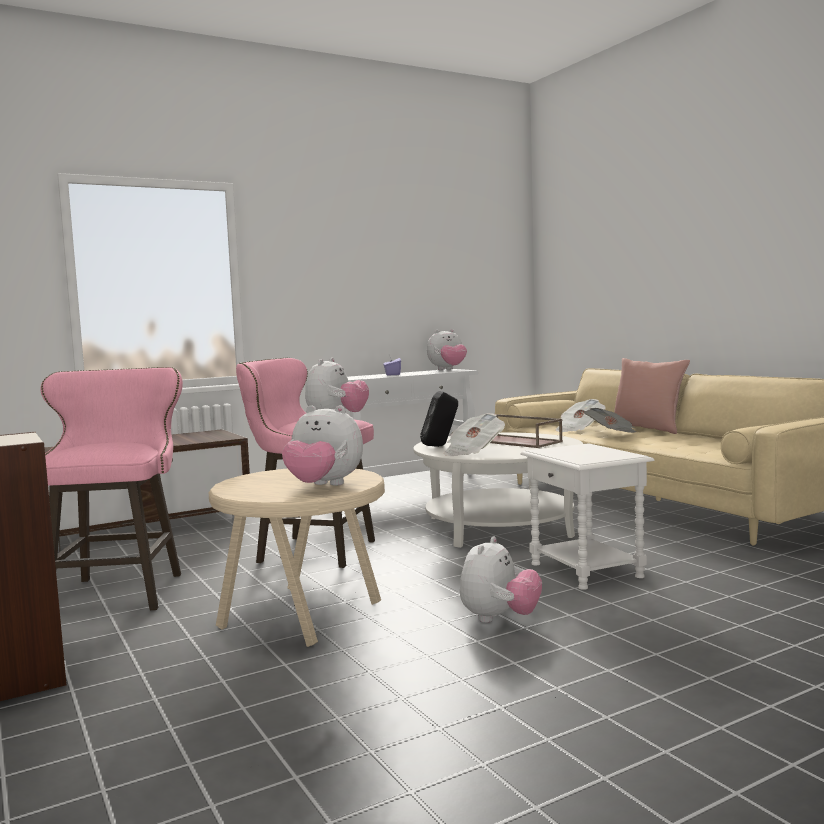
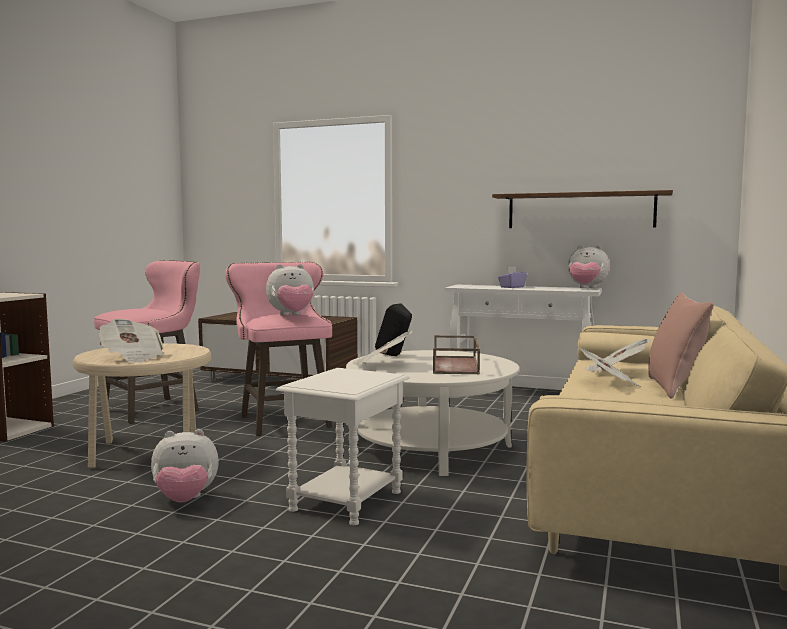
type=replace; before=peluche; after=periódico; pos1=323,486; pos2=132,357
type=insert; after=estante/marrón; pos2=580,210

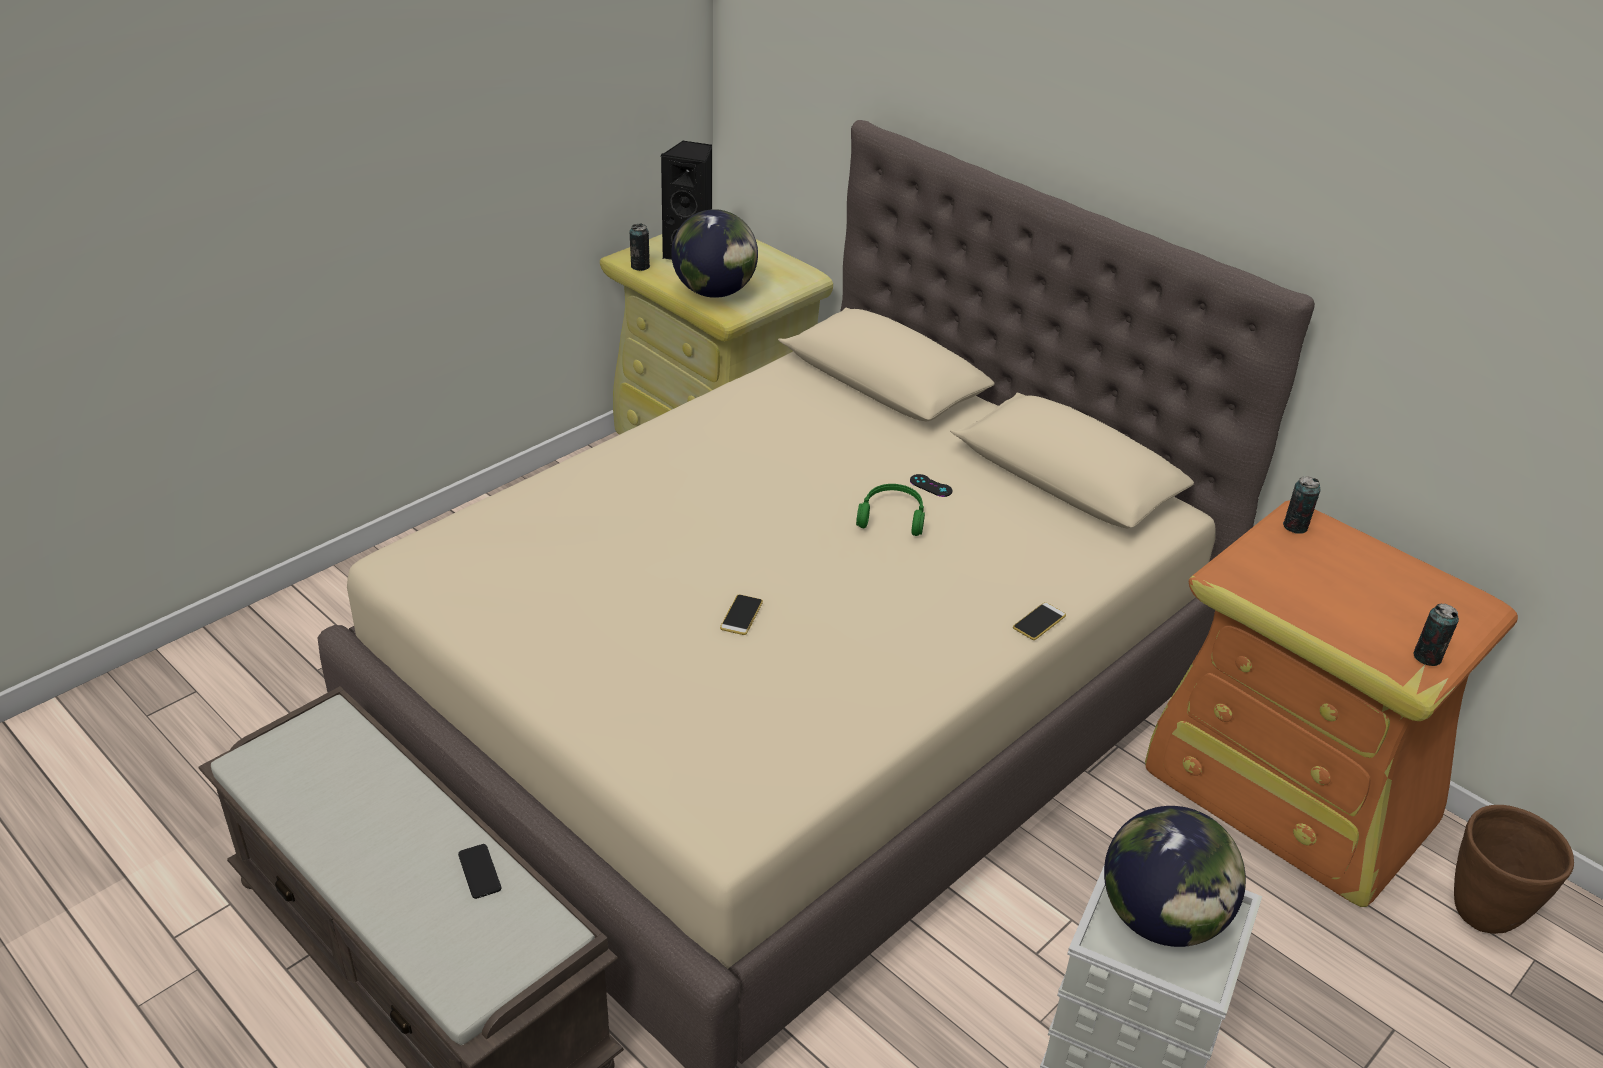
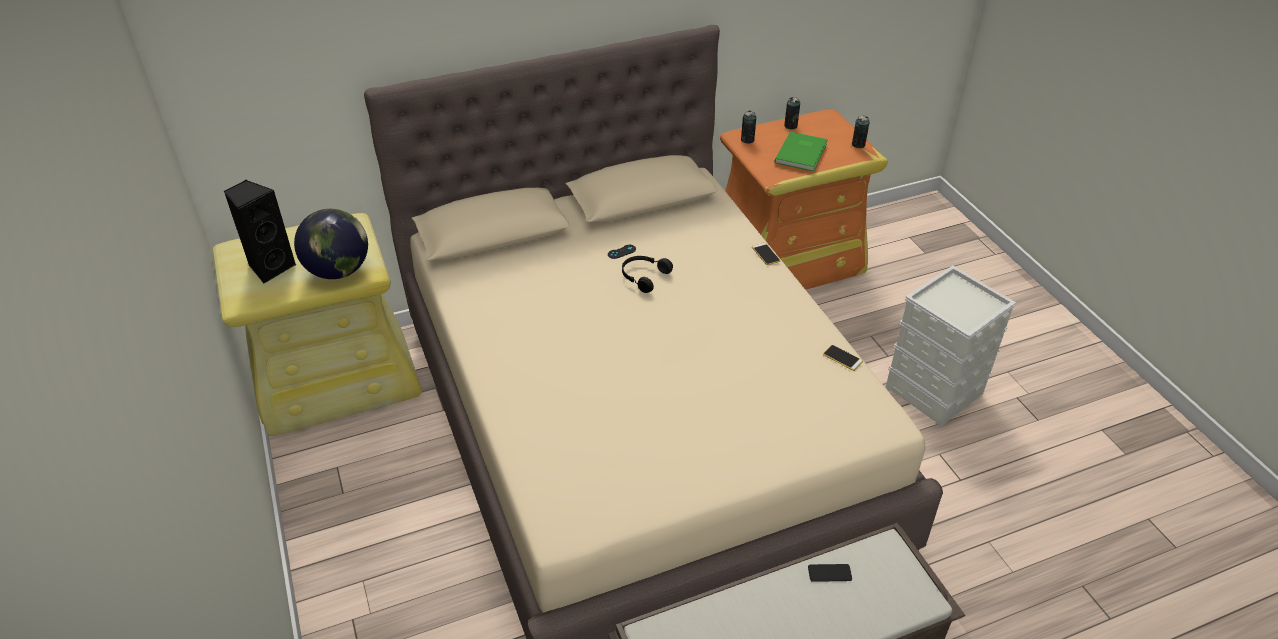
type=move; before=lata; pos1=640,266; pos2=790,126
type=move; before=móvil; pos1=741,615; pos2=842,358
type=recolor; before=auriculares/verde; after=auriculares/negro; pos1=892,516; pos2=643,276
type=delete; before=globo terráqueo; pos1=1161,919
type=delete; before=maceta/marrón; pos1=1485,912
type=insert; after=libro/verde; pos2=802,153

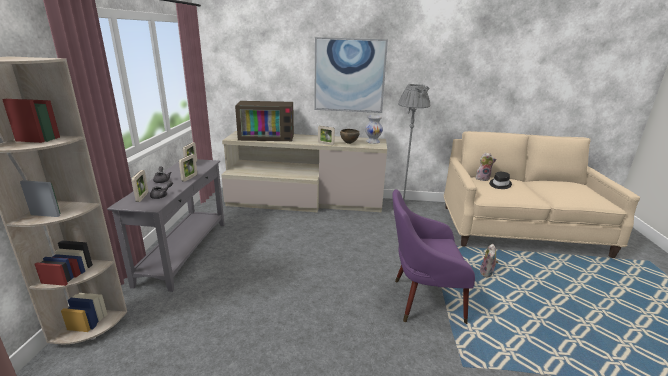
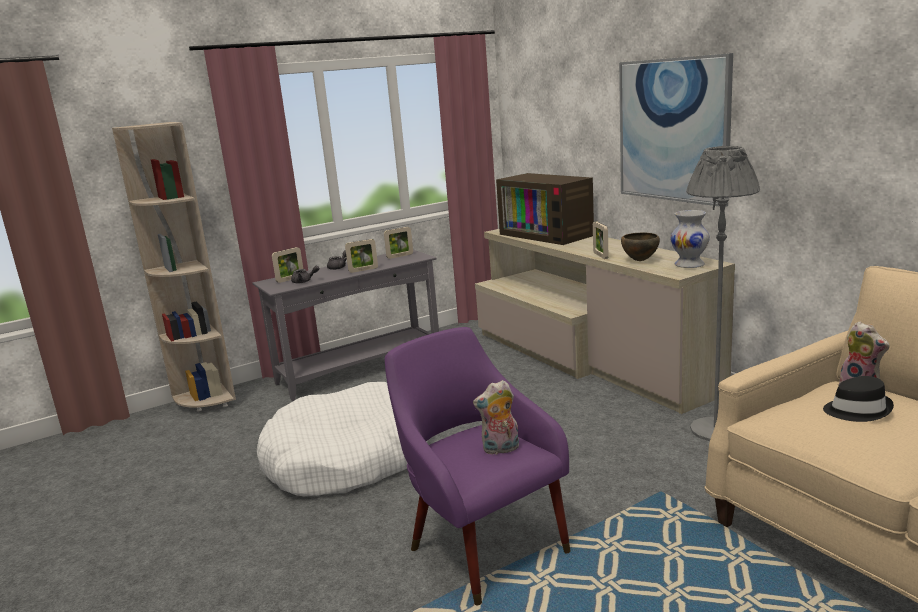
type=move; before=peluche; pos1=487,274; pos2=500,449
type=insert; after=cama para perro/blanco; pos2=347,459

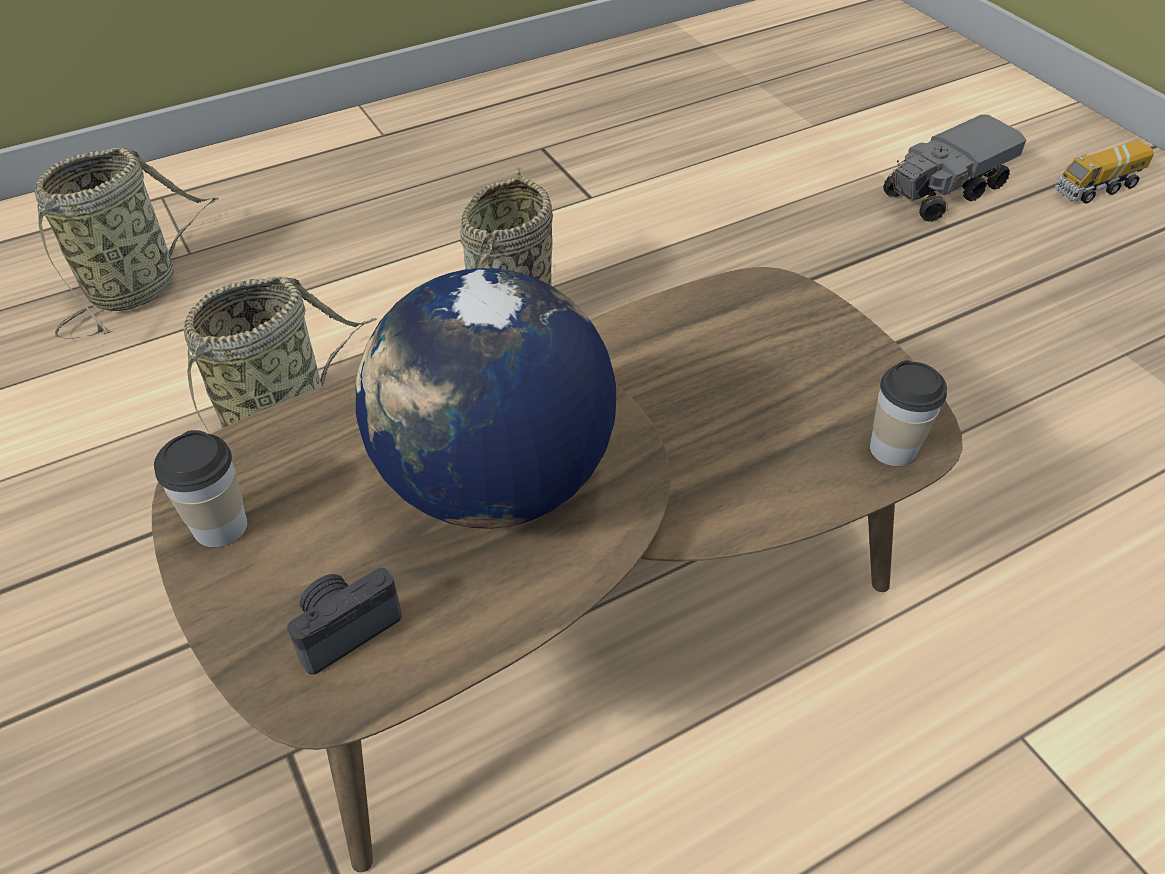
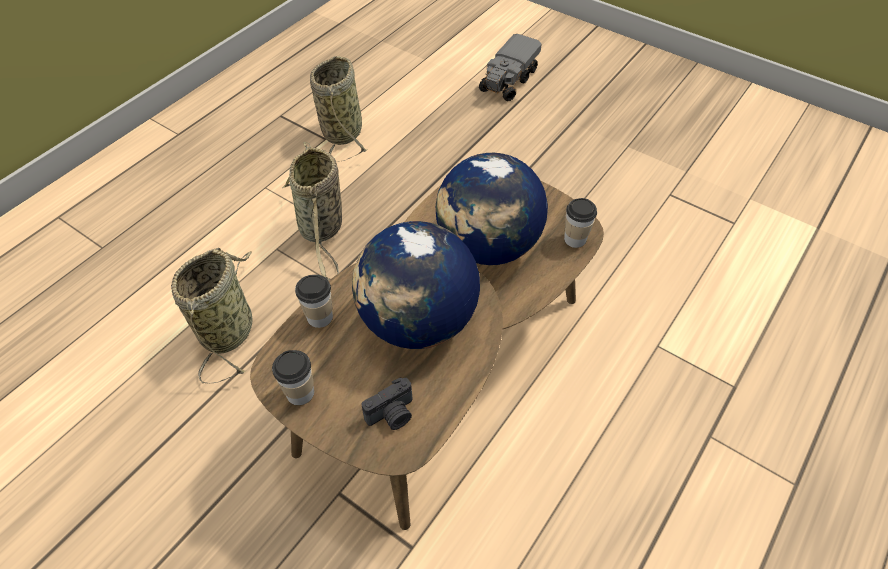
type=move; before=cesta; pos1=138,286; pos2=343,130
type=rotate; before=cámara; pos1=344,628; pos2=392,415; turn=-150
type=delete; before=camión de juguete; pos1=1096,189
type=insert; after=taza; pos2=320,317
type=insert; after=globo terráqueo; pos2=488,246

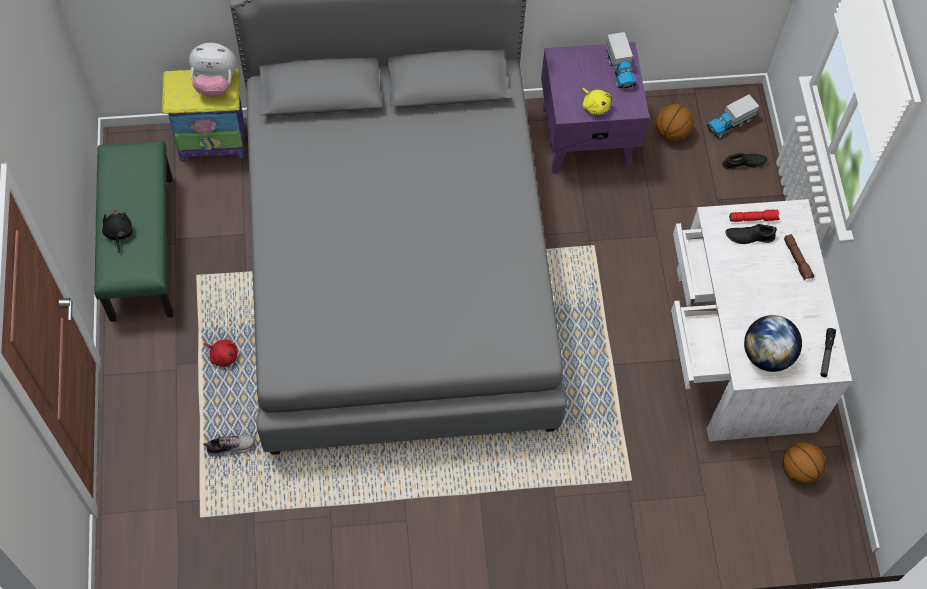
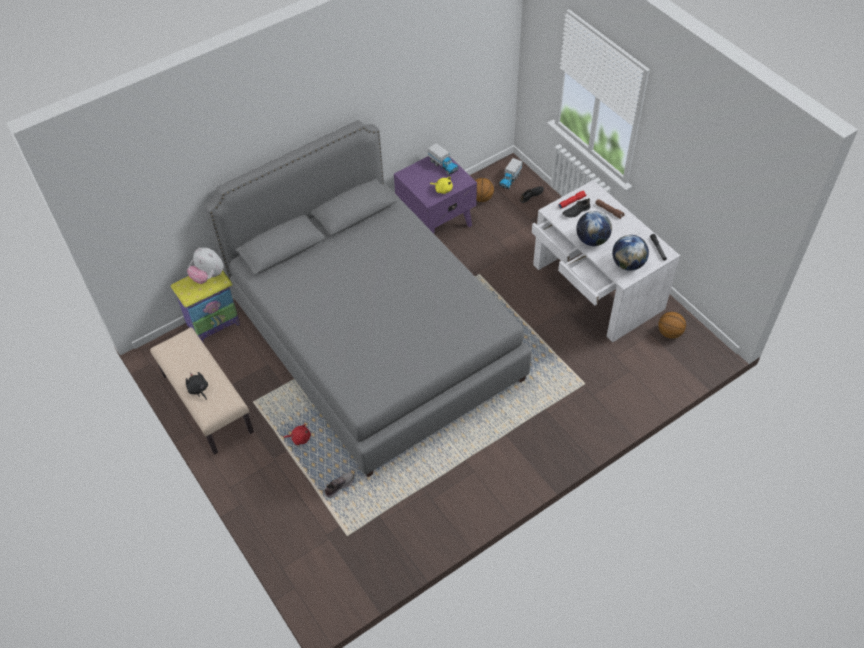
type=recolor; before=banco/verde; after=banco/beis; pos1=141,247; pos2=206,403
type=rotate; before=peluche; pos1=215,83; pos2=208,276; turn=60
type=insert; after=globo terráqueo; pos2=592,240

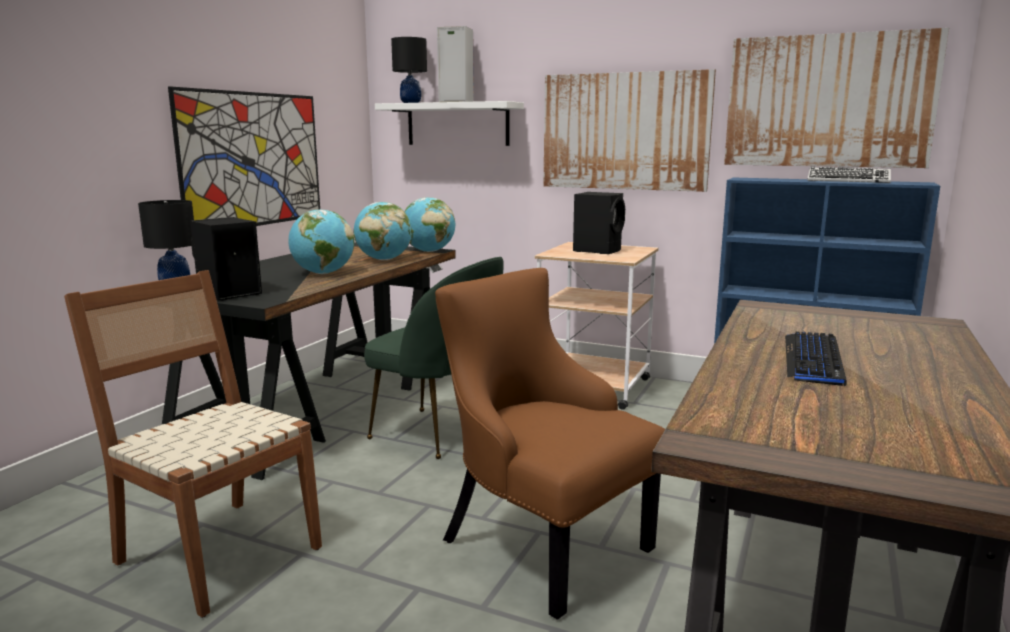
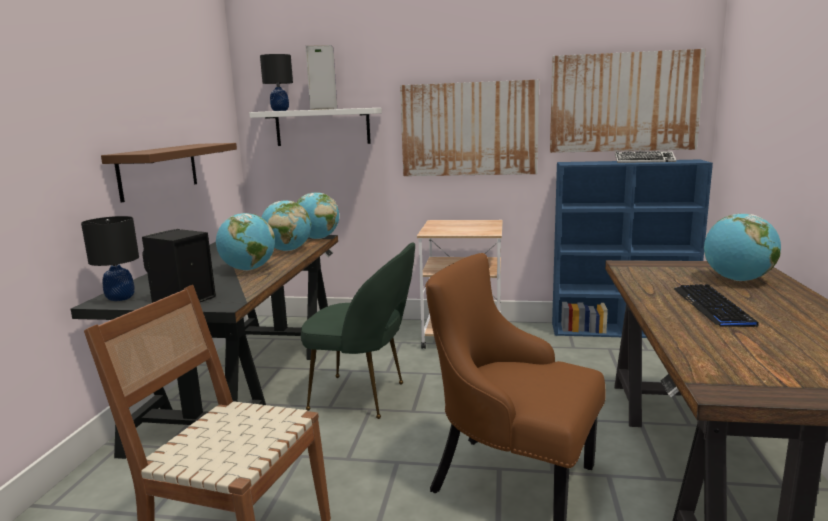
type=replace; before=cuadro; after=estante/marrón; pos1=254,160; pos2=159,170
type=delete; before=altavoz/negro; pos1=598,250
type=insert; after=globo terráqueo; pos2=737,280

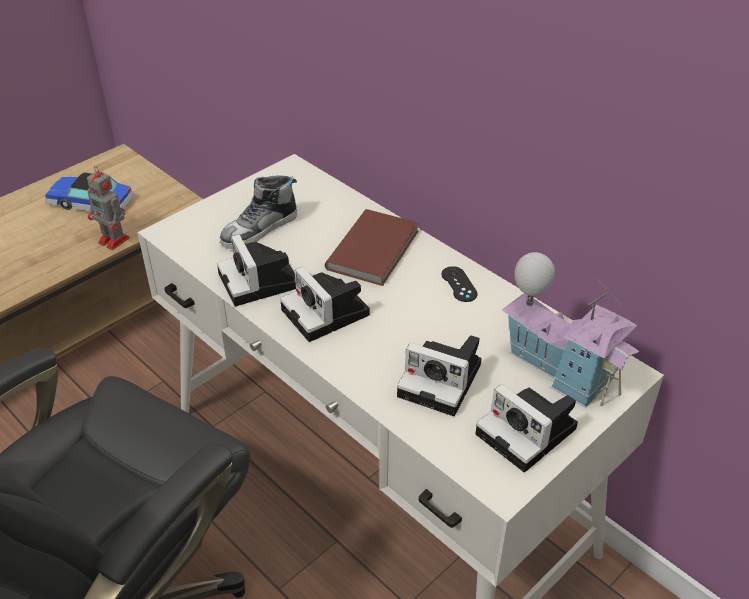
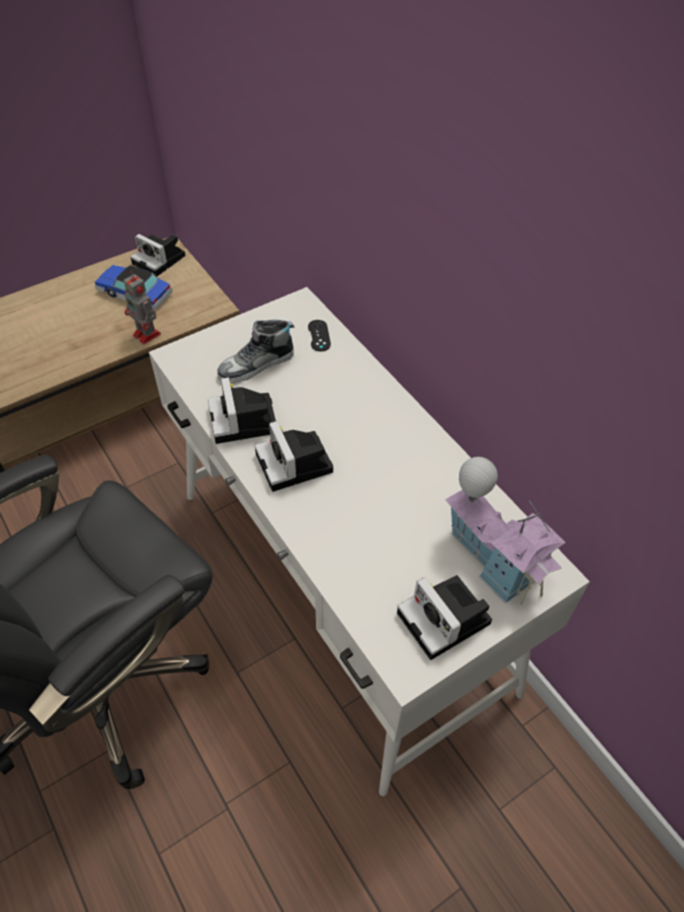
type=delete; before=libro/marrón; pos1=376,249
type=move; before=cámara; pos1=443,380; pos2=161,260
type=move; before=mando de consola/negro; pos1=459,284; pos2=319,335

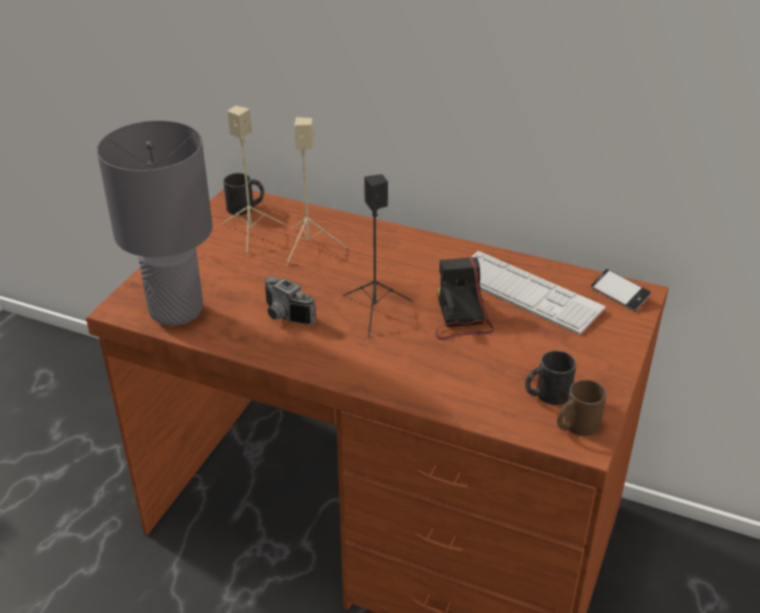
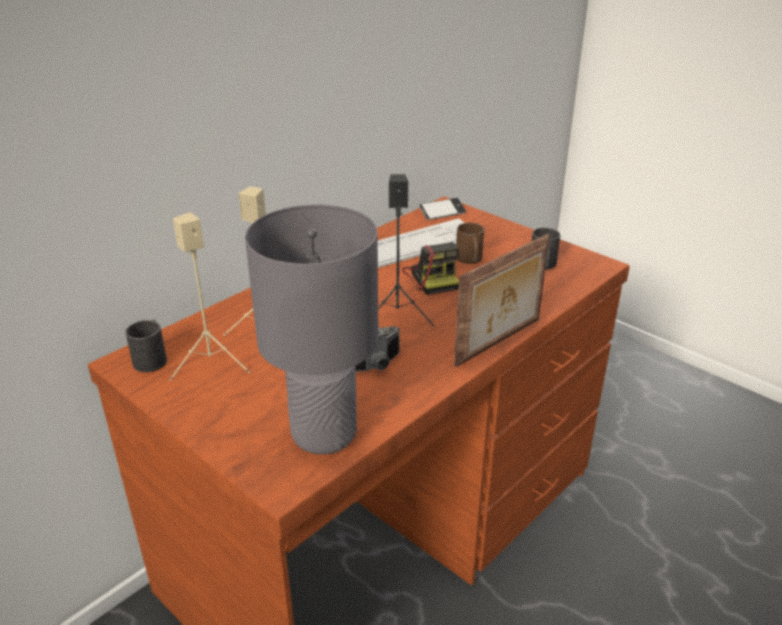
type=rotate; before=cámara; pos1=460,317; pos2=432,278; turn=-120
type=move; before=taza grande/marrón; pos1=576,426; pos2=470,260
type=insert; after=portarretratos; pos2=500,342

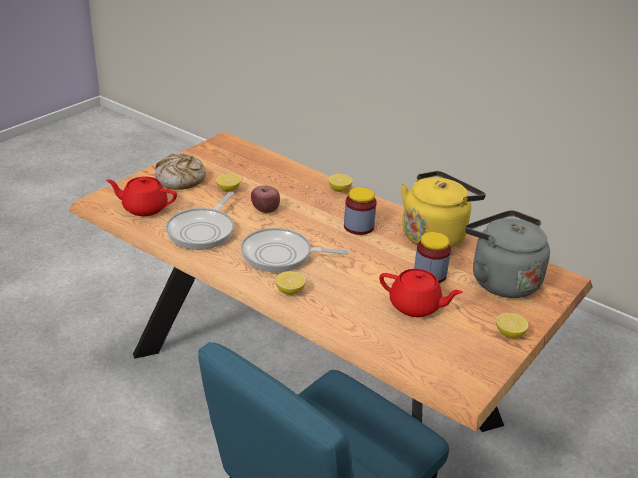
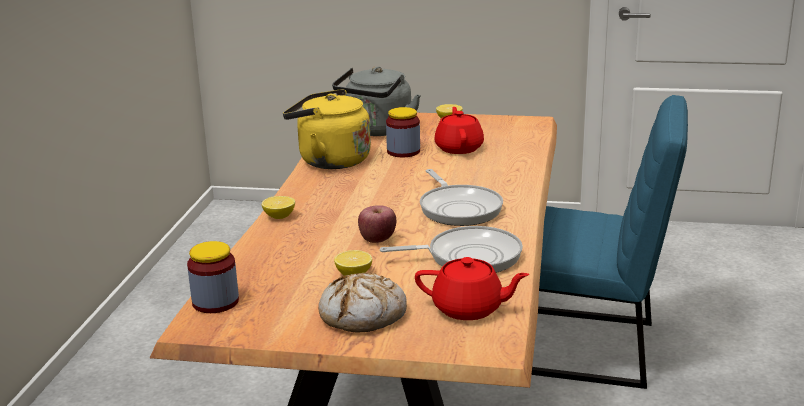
type=rotate; before=tetera/rojo; pos1=144,208; pos2=469,309; turn=-60
type=delete; before=limón; pos1=290,291
type=move; before=tarro; pos1=358,226; pos2=215,302

